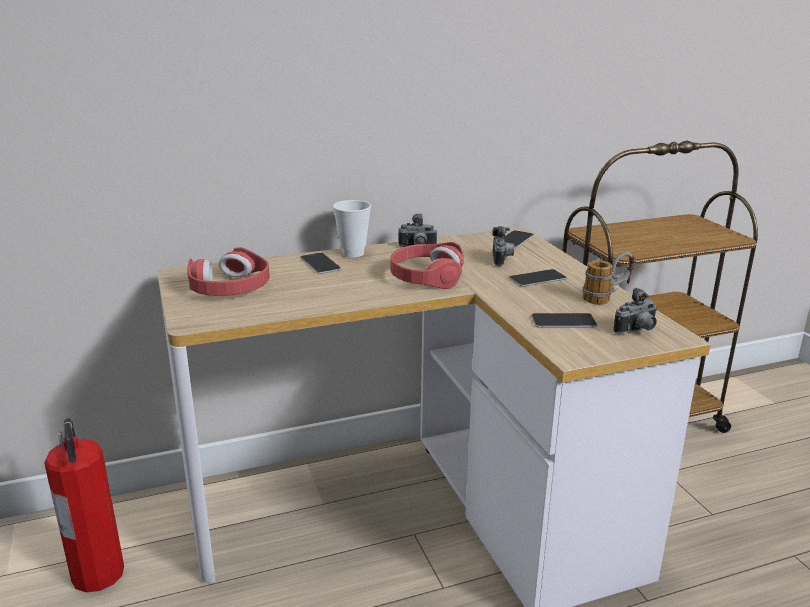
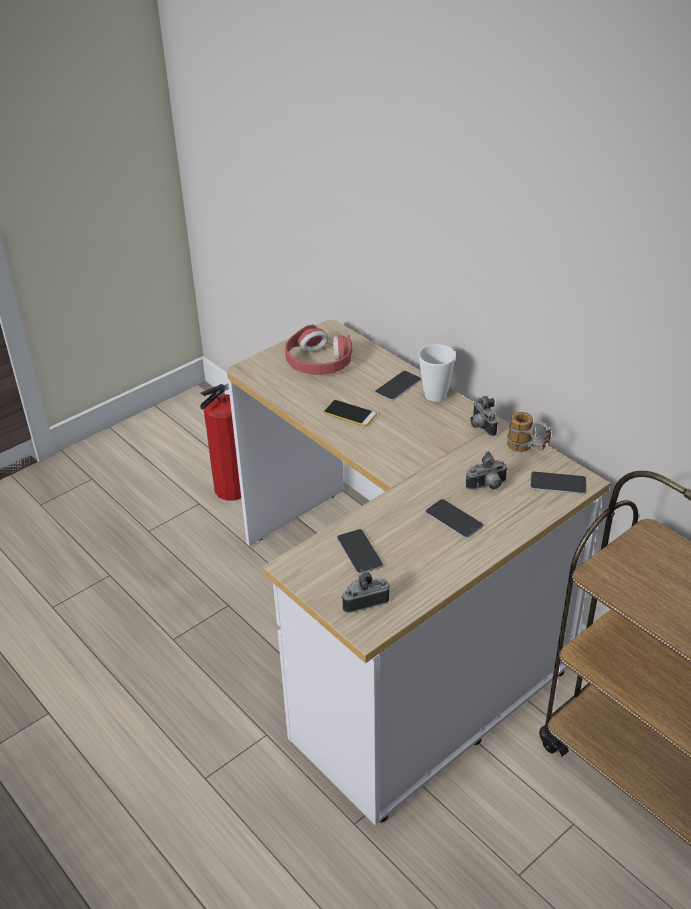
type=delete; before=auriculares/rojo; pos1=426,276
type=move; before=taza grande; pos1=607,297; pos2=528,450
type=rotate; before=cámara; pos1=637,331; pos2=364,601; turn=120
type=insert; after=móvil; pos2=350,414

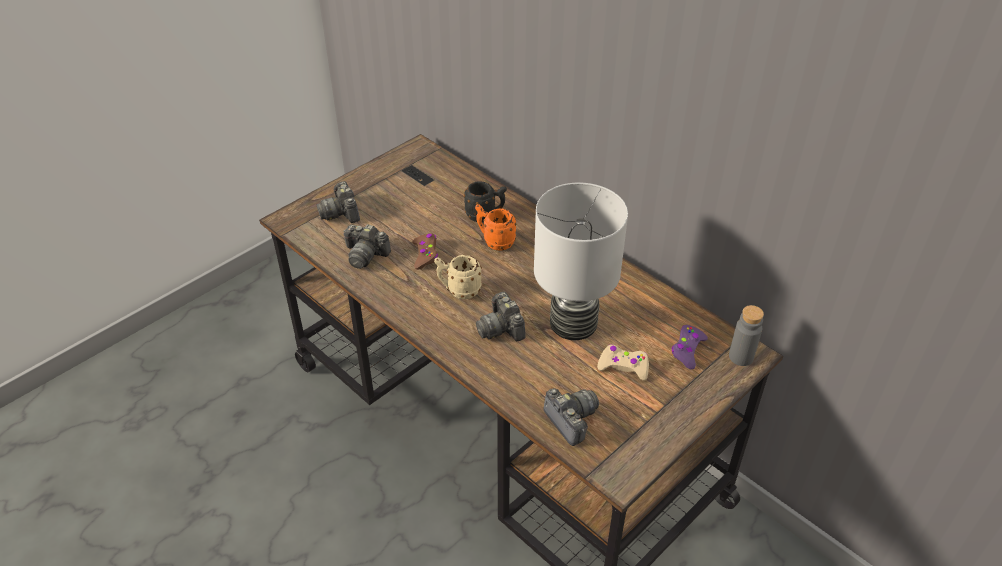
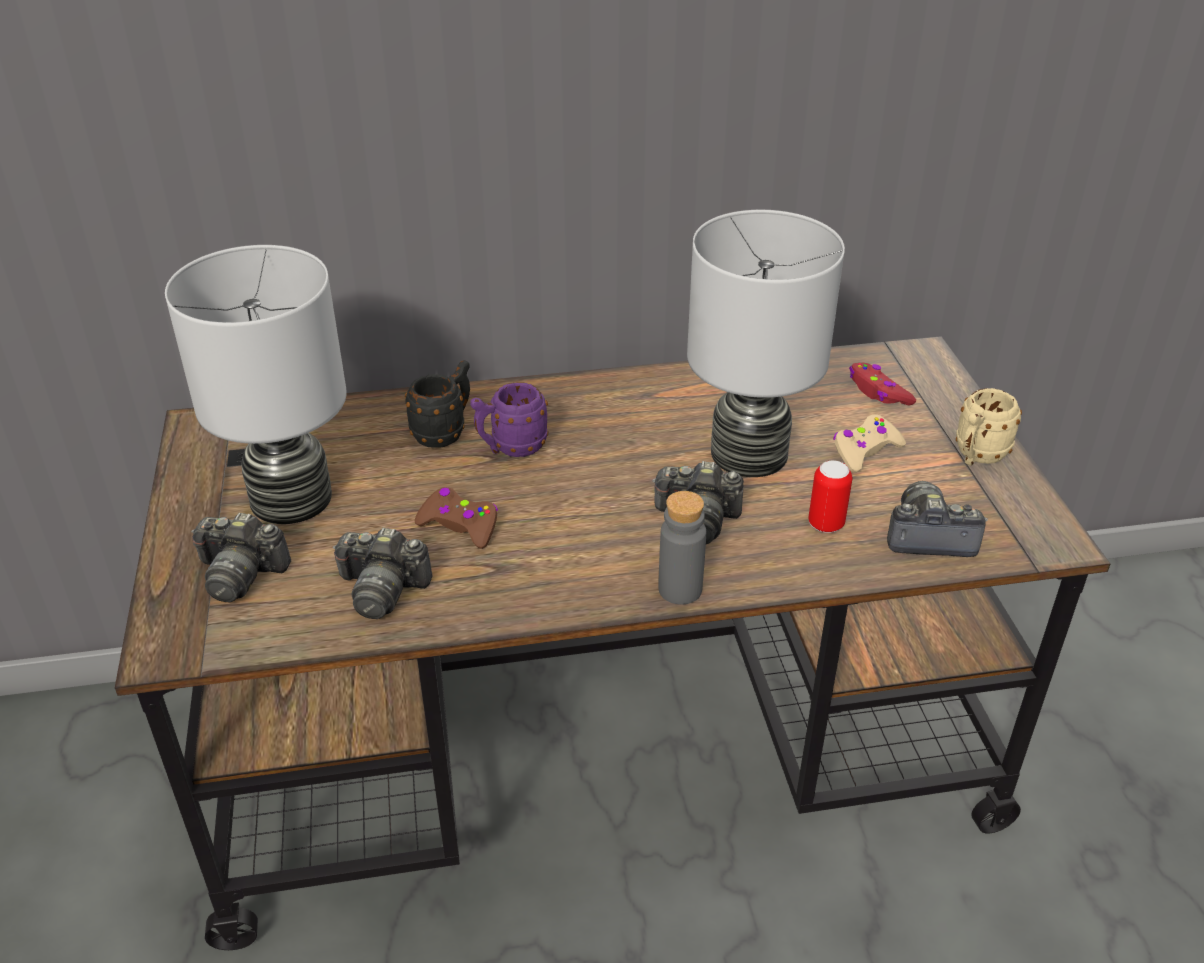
type=rotate; before=cámara; pos1=365,255; pos2=382,590; turn=45
type=move; before=taza grande/beis; pos1=458,290; pos2=976,456
type=recolor; before=taza grande/naranja; after=taza grande/morado; pos1=494,241; pos2=510,448
type=recolor; before=mando de consola/morado; after=mando de consola/rojo; pos1=687,350; pos2=878,392
type=move; before=botella/gris; pos1=741,357; pos2=680,589
type=insert; after=lámpara de mesa/gris; pos2=290,499
type=insert; after=lata; pos2=826,524

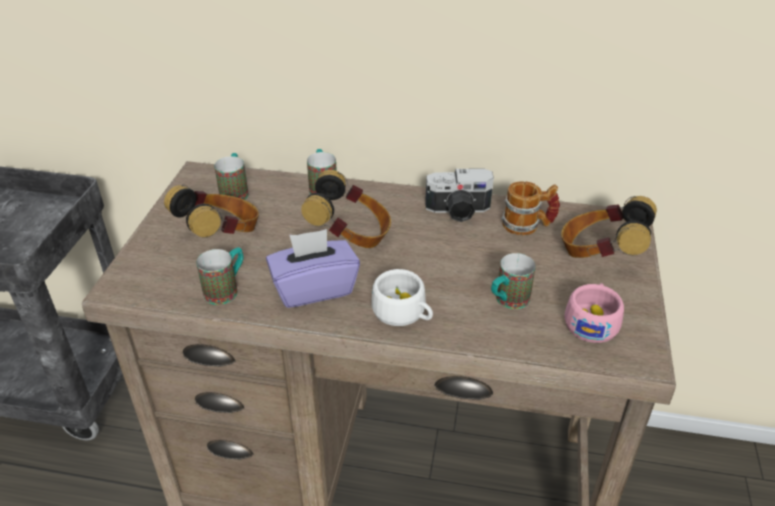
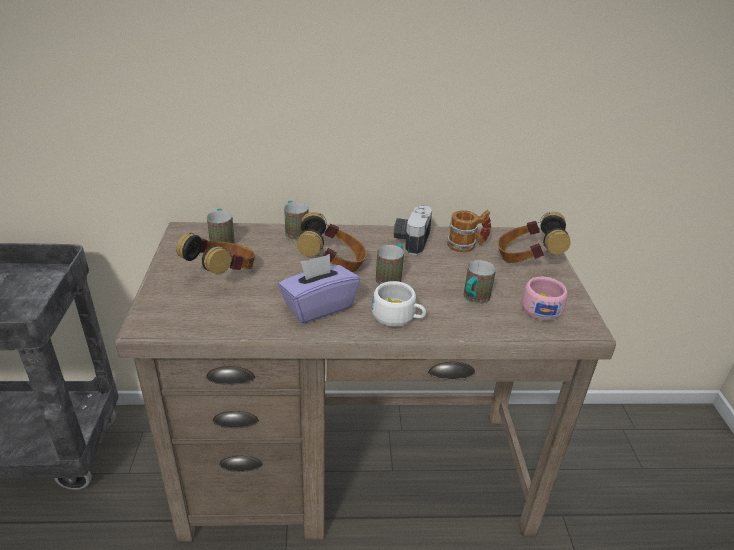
type=move; before=taza grande; pos1=226,289; pos2=391,277
type=rotate; before=cámara; pos1=458,211; pos2=410,240; turn=120

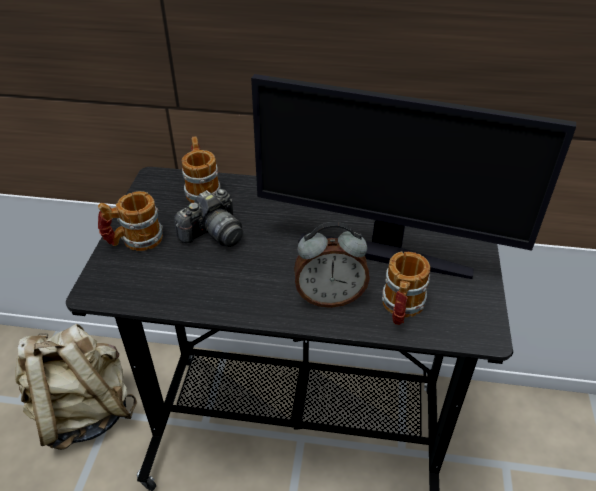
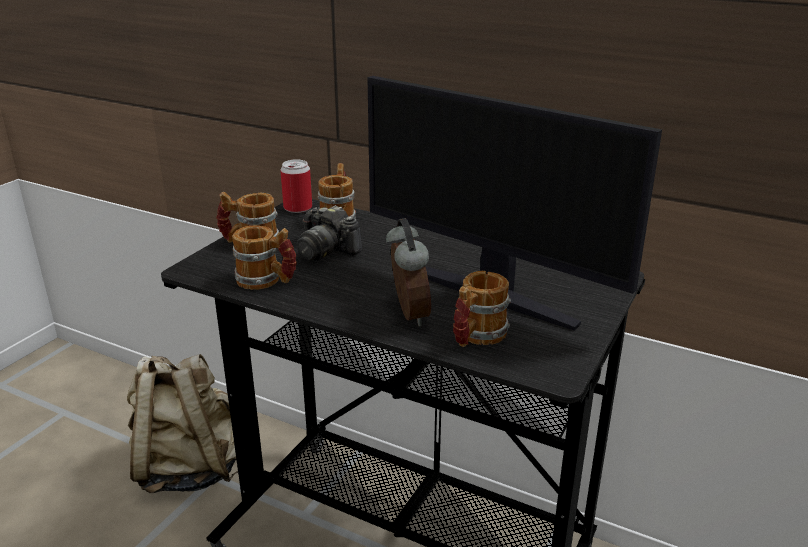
type=rotate; before=cámara; pos1=213,233; pos2=326,250; turn=60
type=rotate; before=despertador; pos1=329,297; pos2=407,314; turn=-120
type=insert; after=taza grande; pos2=266,281
type=insert; after=lata; pos2=298,208

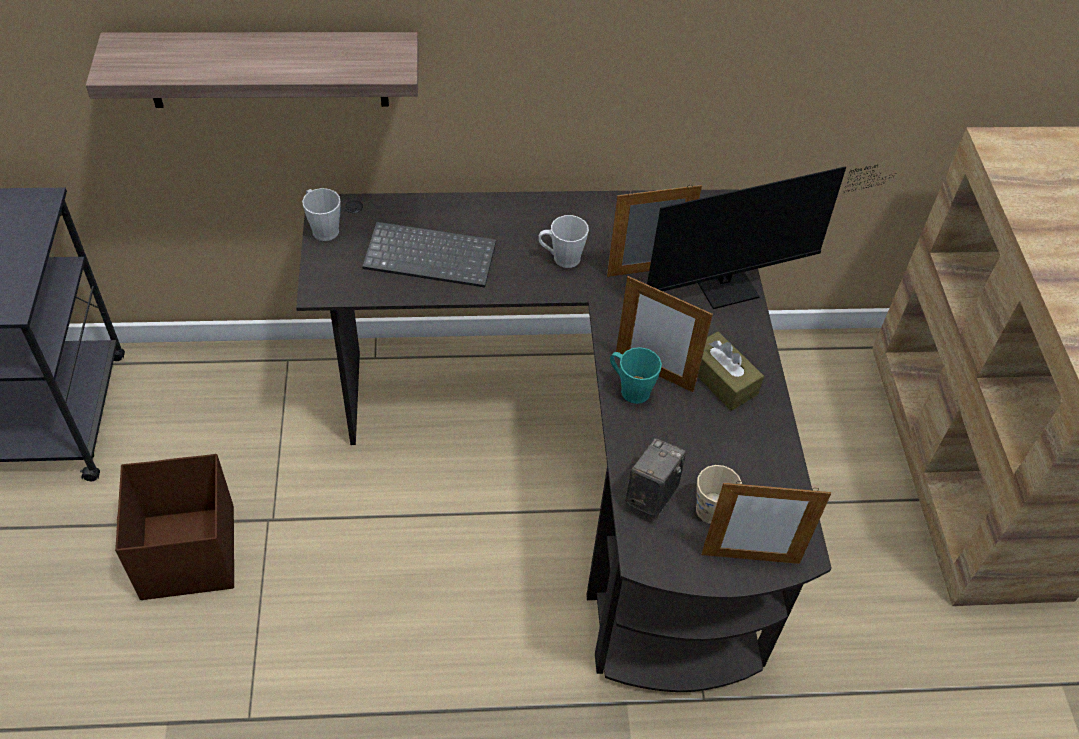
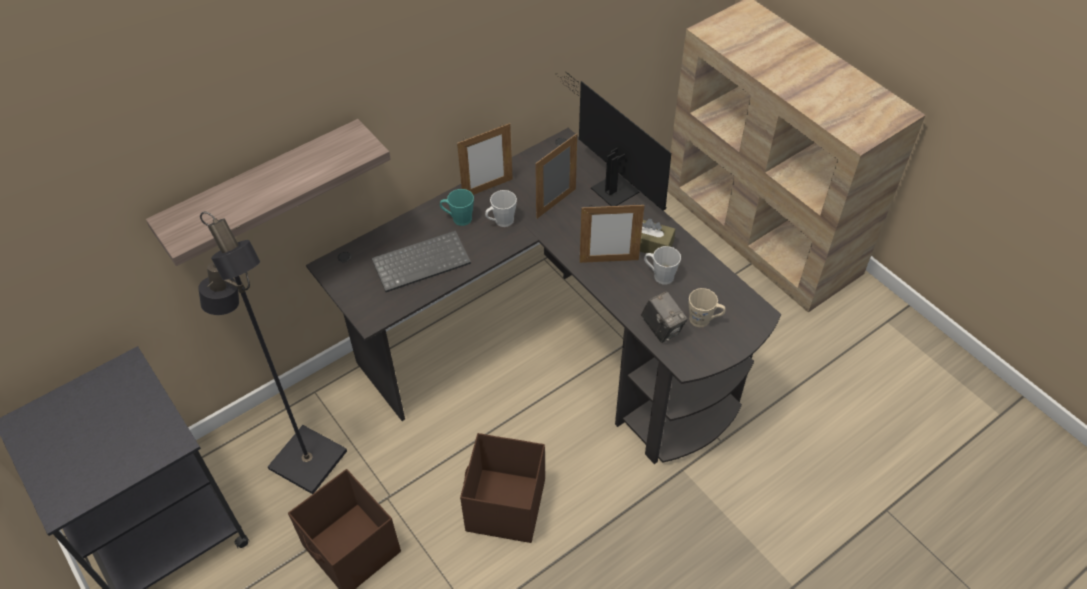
type=move; before=taza grande/gris; pos1=322,228; pos2=660,275
type=move; before=taza grande/turquesa; pos1=630,389; pos2=458,218
type=rotate; before=cámara; pos1=651,494; pos2=662,328; turn=150
type=rotate; before=monitor; pos1=735,285; pos2=612,185; turn=-75
type=move; before=portarretratos; pos1=750,558; pos2=487,188
type=insert; after=lámpara de pie/negro; pos2=308,460
type=insert; after=caja de almacenaje/marrón; pos2=505,507

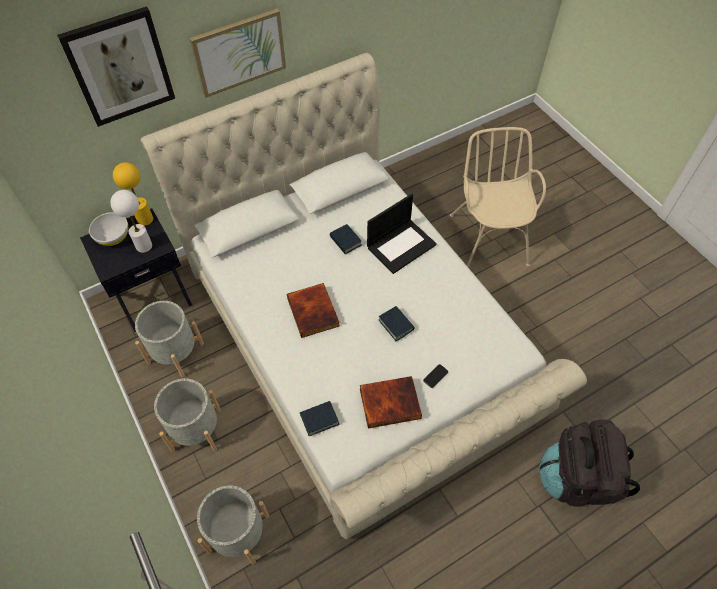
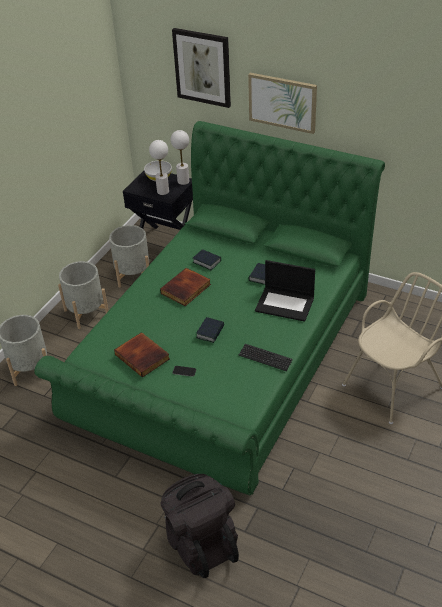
type=recolor; before=lámpara de mesa/amarillo; after=lámpara de mesa/blanco; pos1=145,219; pos2=183,181
type=recolor; before=cama/beis; after=cama/verde; pos1=358,334; pos2=223,351
type=move; before=libro; pos1=319,419; pos2=207,262
type=insert; after=teclado; pos2=265,358

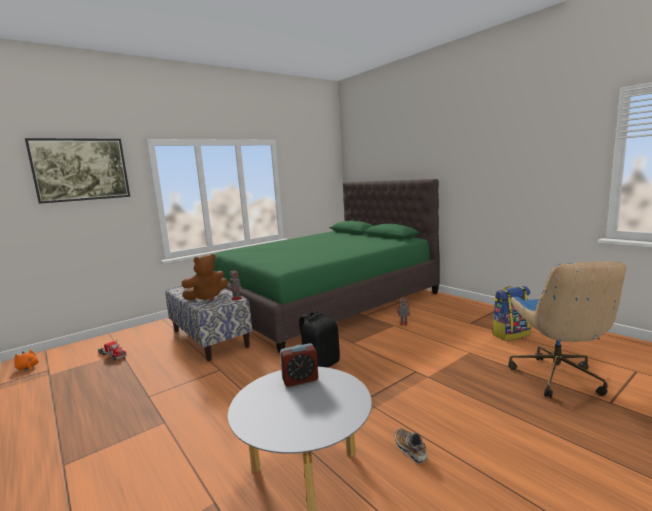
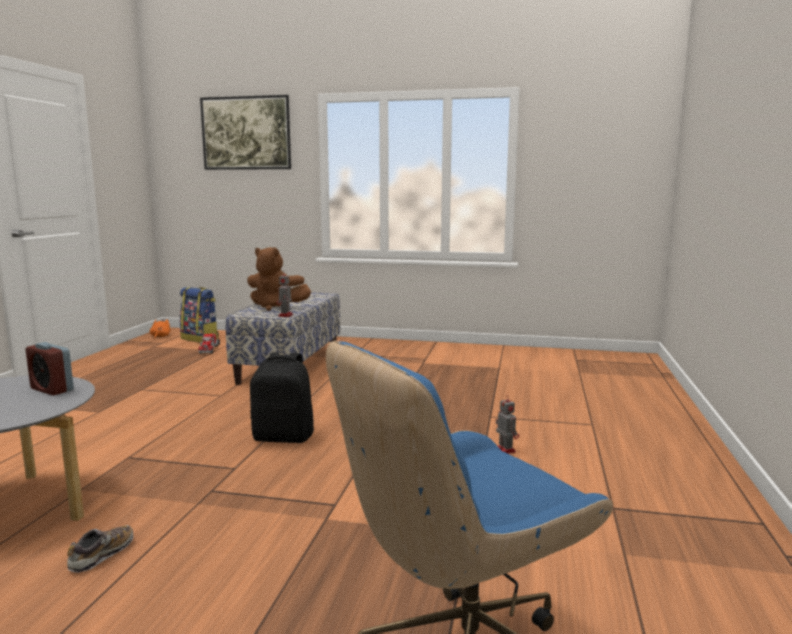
type=delete; before=cama/verde; pos1=326,301
type=move; before=mochila; pos1=510,334; pos2=200,339

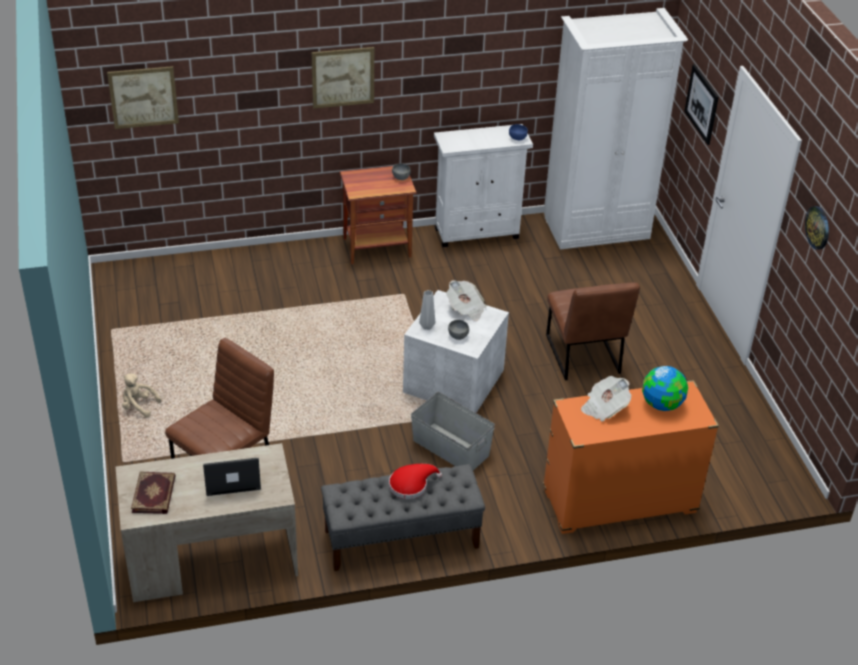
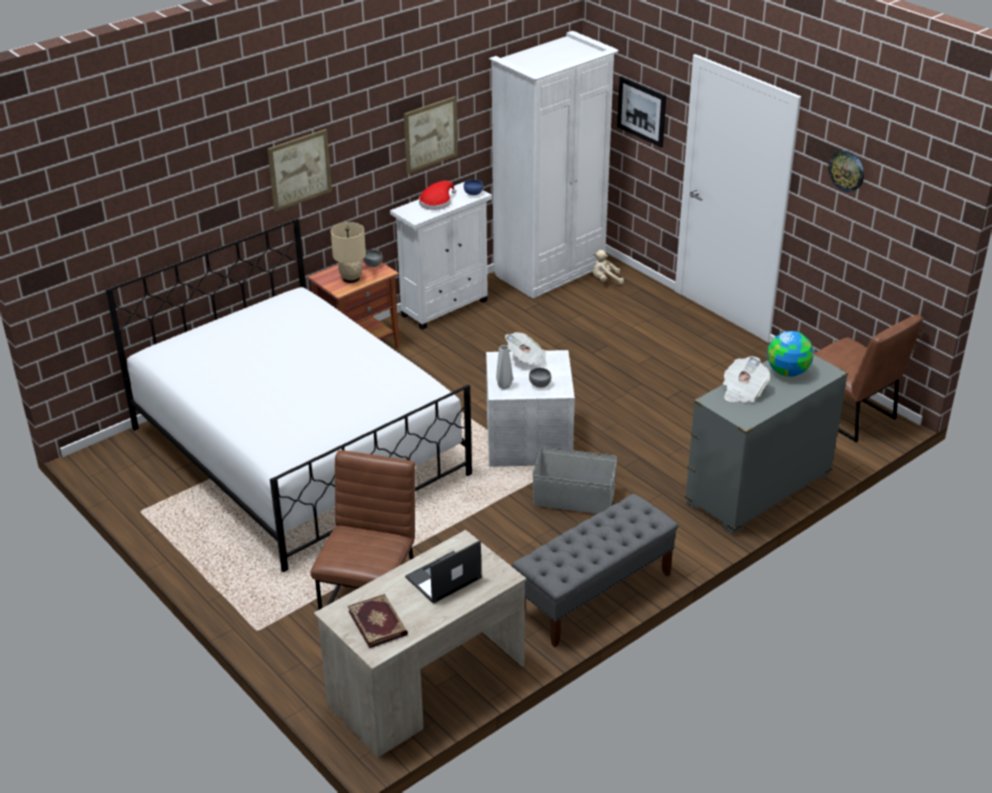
type=move; before=cuadro; pos1=143,97; pos2=430,134
type=move; before=peluche/beis; pos1=138,406; pos2=605,280
type=move; before=sombrero/rojo; pos1=411,485; pos2=437,202
type=recolor; before=cómoda/naranja; after=cómoda/gris; pos1=619,502; pos2=758,489
type=move; before=silla/marrón; pos1=583,356; pos2=849,415
type=insert; after=cama/blanco; pos2=298,451
type=insert; after=lámpara de mesa/beis; pos2=351,278

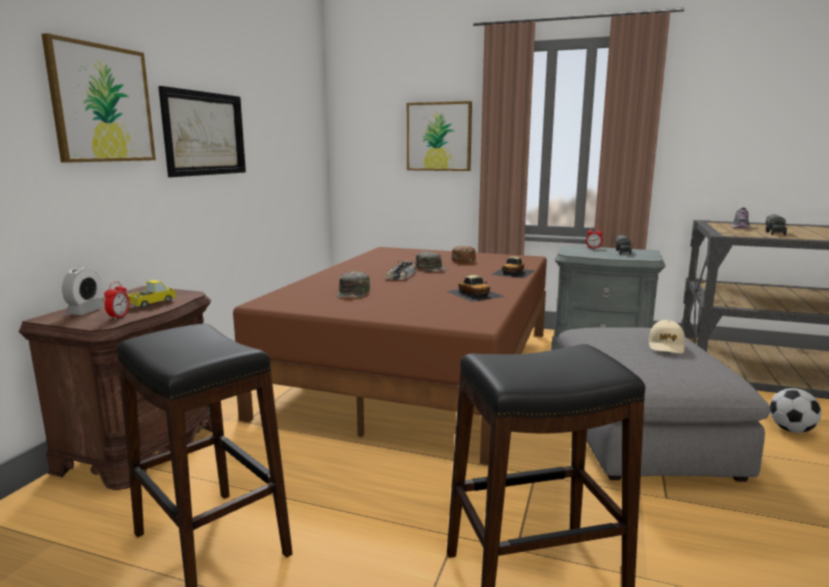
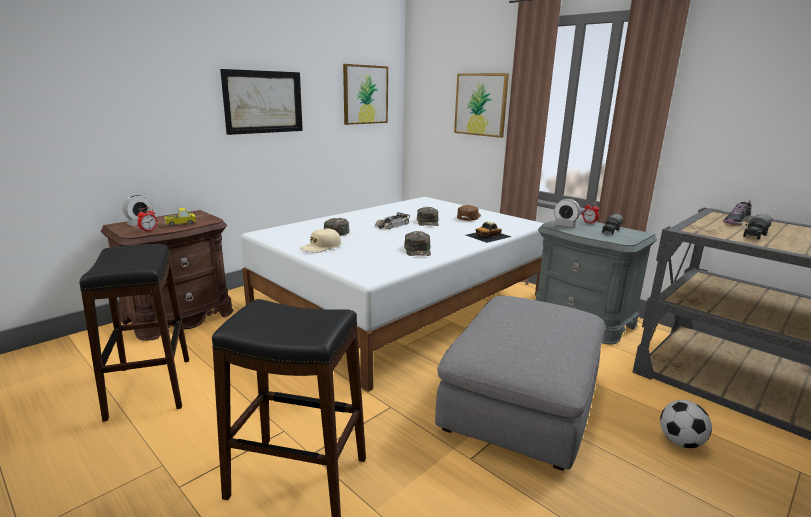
type=move; before=cuadro; pos1=102,104; pos2=365,94
type=recolor; before=cama/marrón; after=cama/blanco; pos1=420,370; pos2=404,304
type=replace; before=coche de juguete; after=gorra/verde; pos1=474,293; pos2=418,250
type=move; before=gorra/beis; pos1=666,345; pos2=321,247
type=insert; after=despertador; pos2=565,225

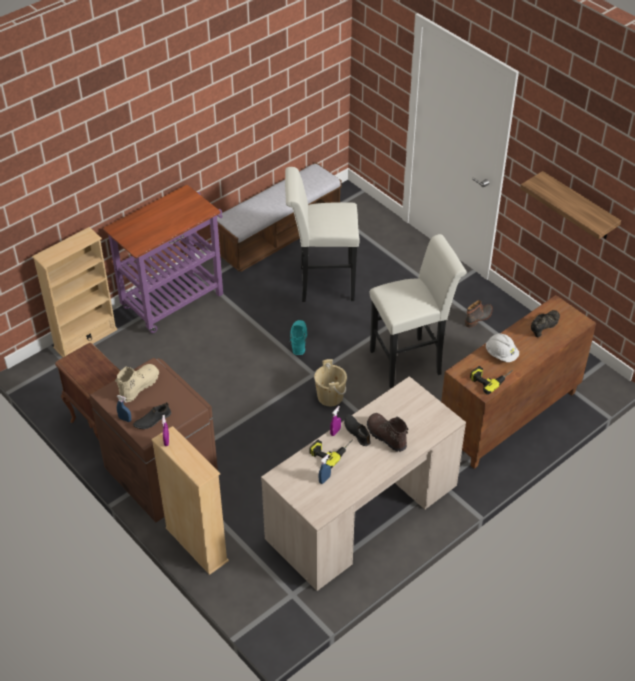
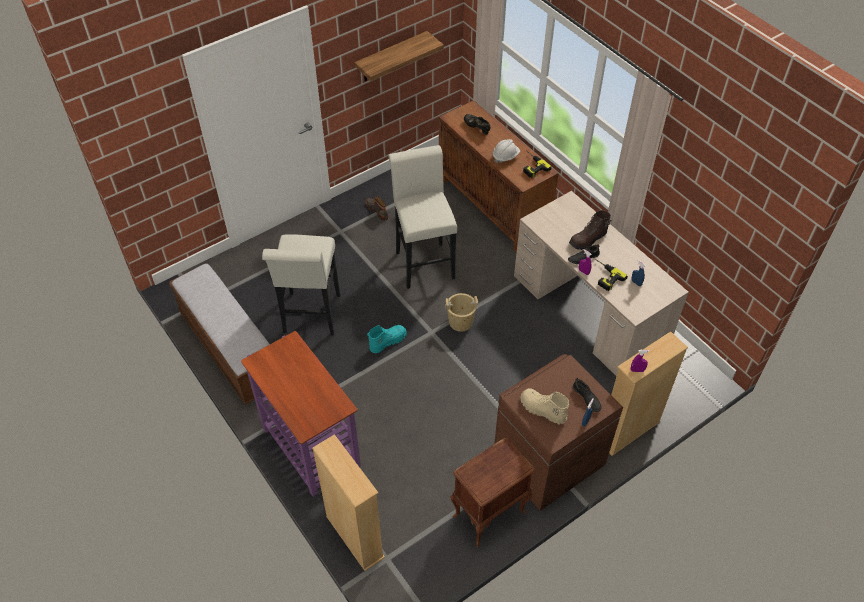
type=rotate; before=bota/turquesa; pos1=298,341; pos2=387,341; turn=135

